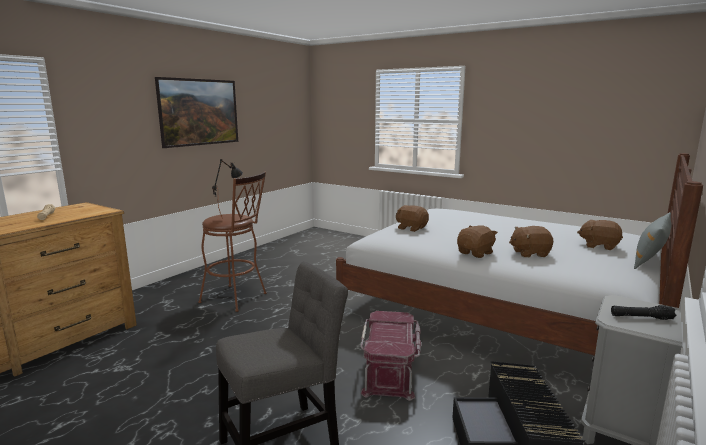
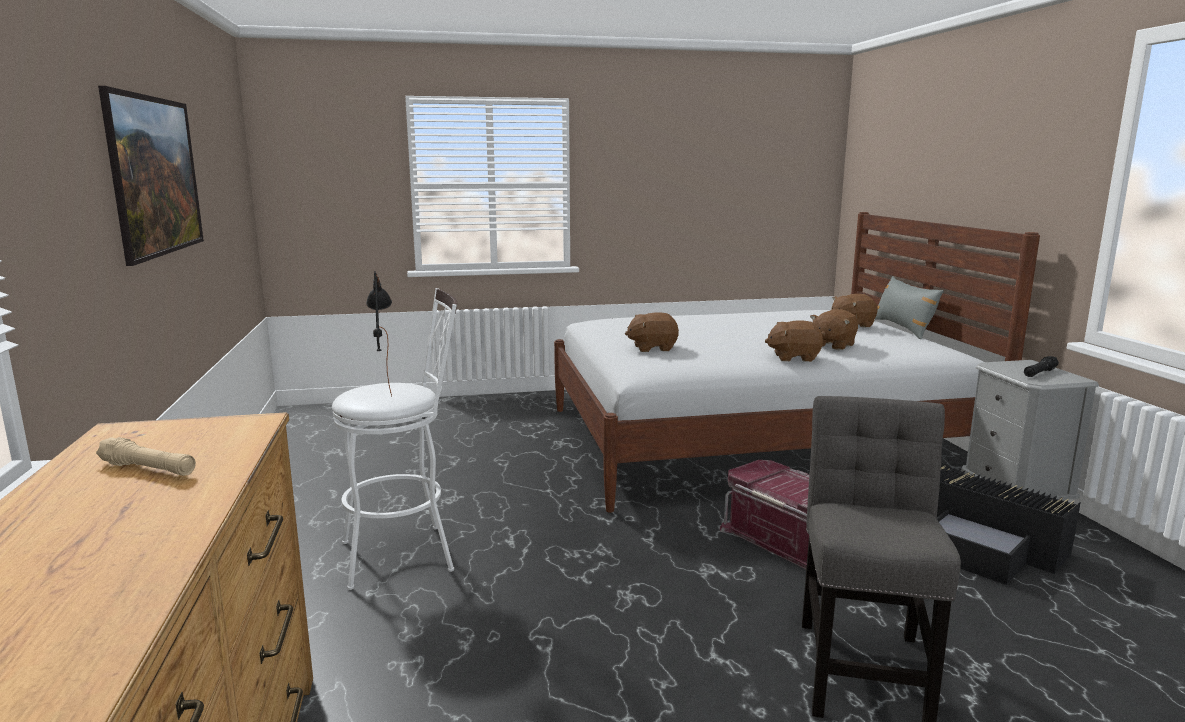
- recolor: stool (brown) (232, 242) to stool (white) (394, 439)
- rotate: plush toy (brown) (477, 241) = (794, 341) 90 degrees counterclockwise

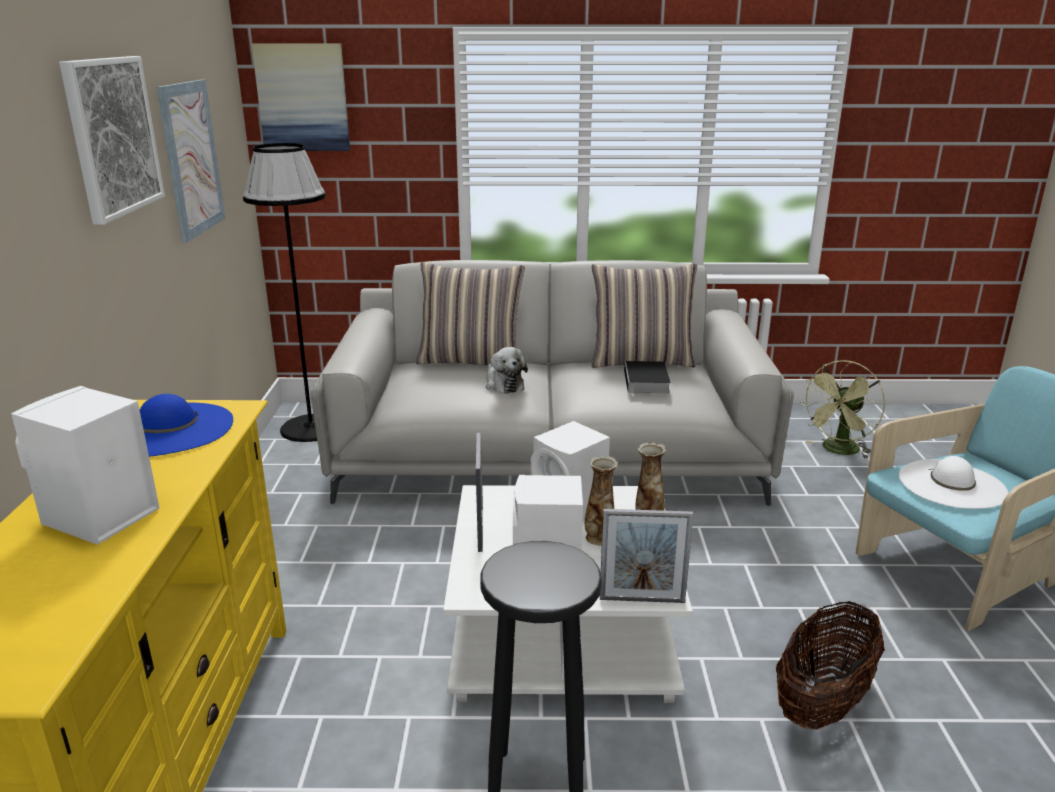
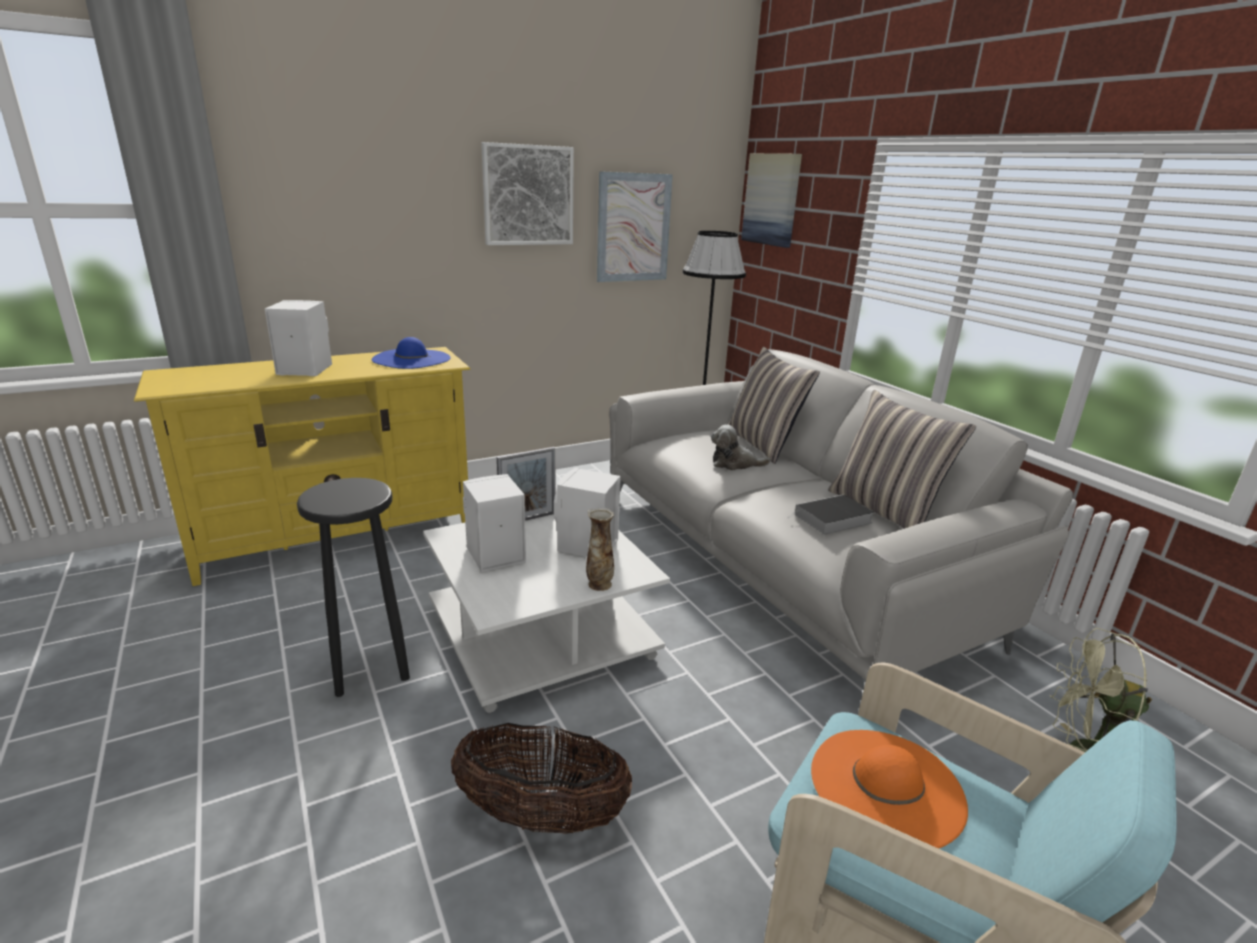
- delete: vase (601, 500)
- delete: picture frame (646, 556)
- recolor: hat (white) (953, 482) to hat (orange) (889, 789)
- rotate: plush toy (507, 370) = (741, 447) 60 degrees clockwise

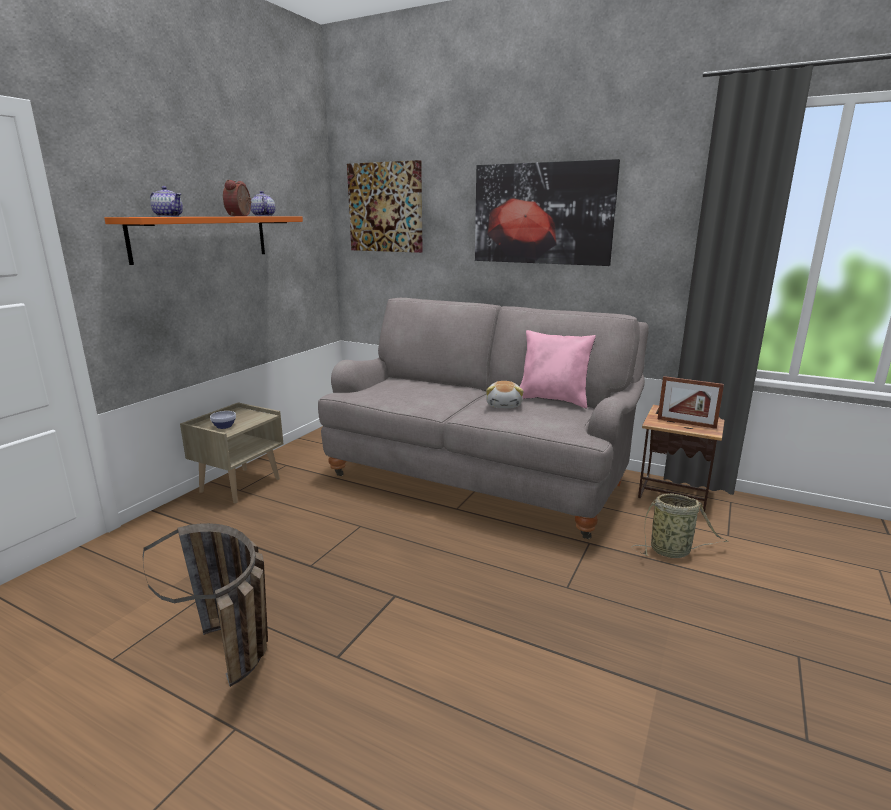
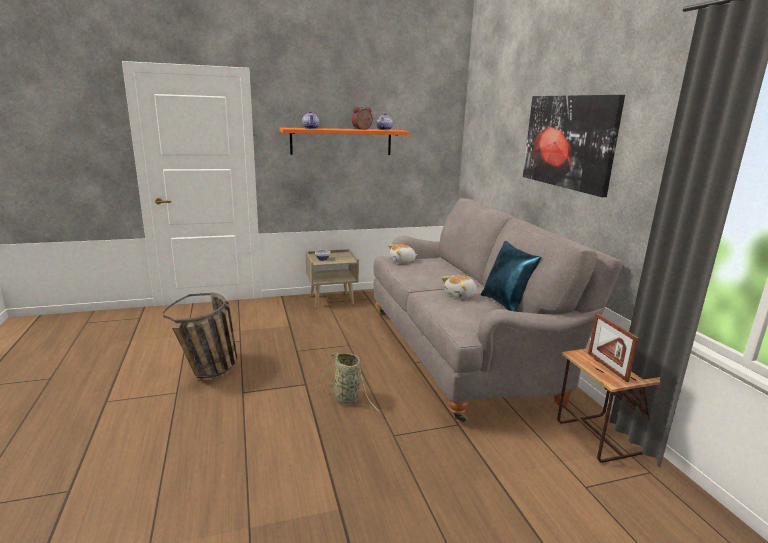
- delete: picture (385, 206)
- insert: plush toy (402, 253)
- move: basket (680, 525) to (348, 381)
- recolor: pillow (pink) (558, 369) to pillow (blue) (511, 276)

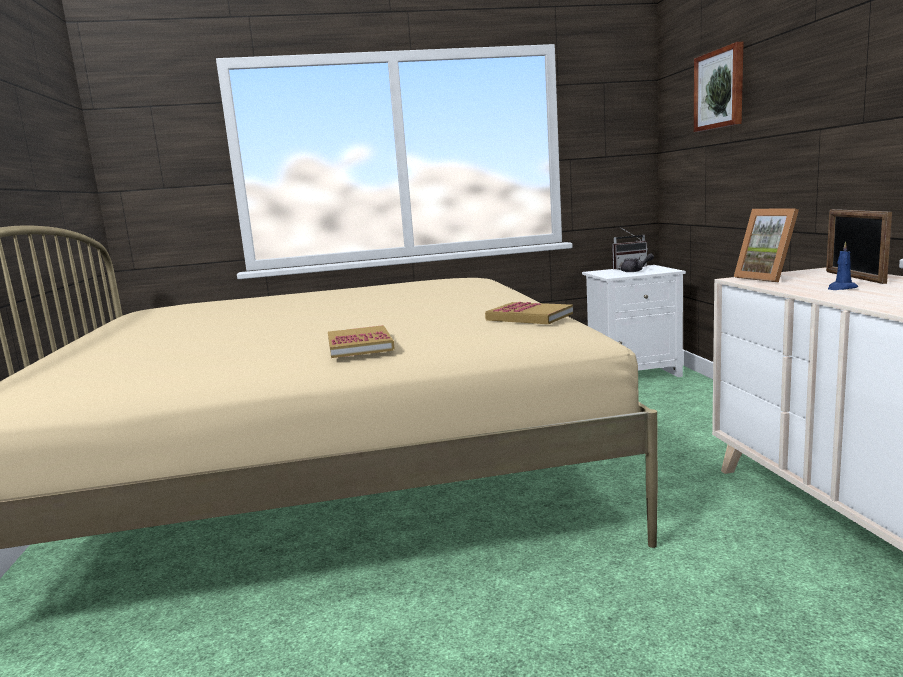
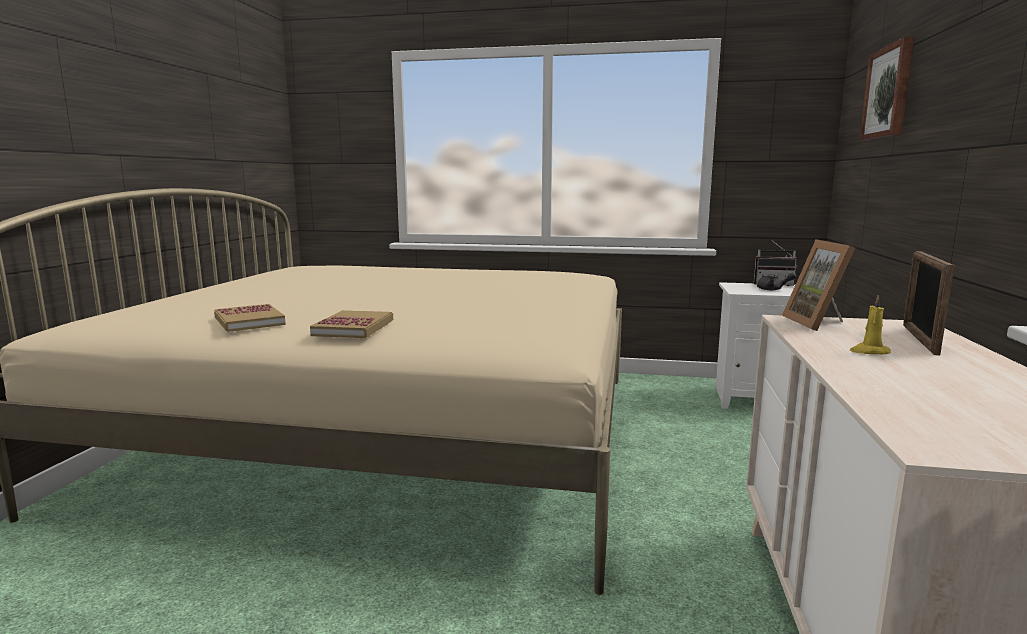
- move: book (529, 313) to (250, 318)
- recolor: candle (blue) (843, 265) to candle (yellow) (870, 324)

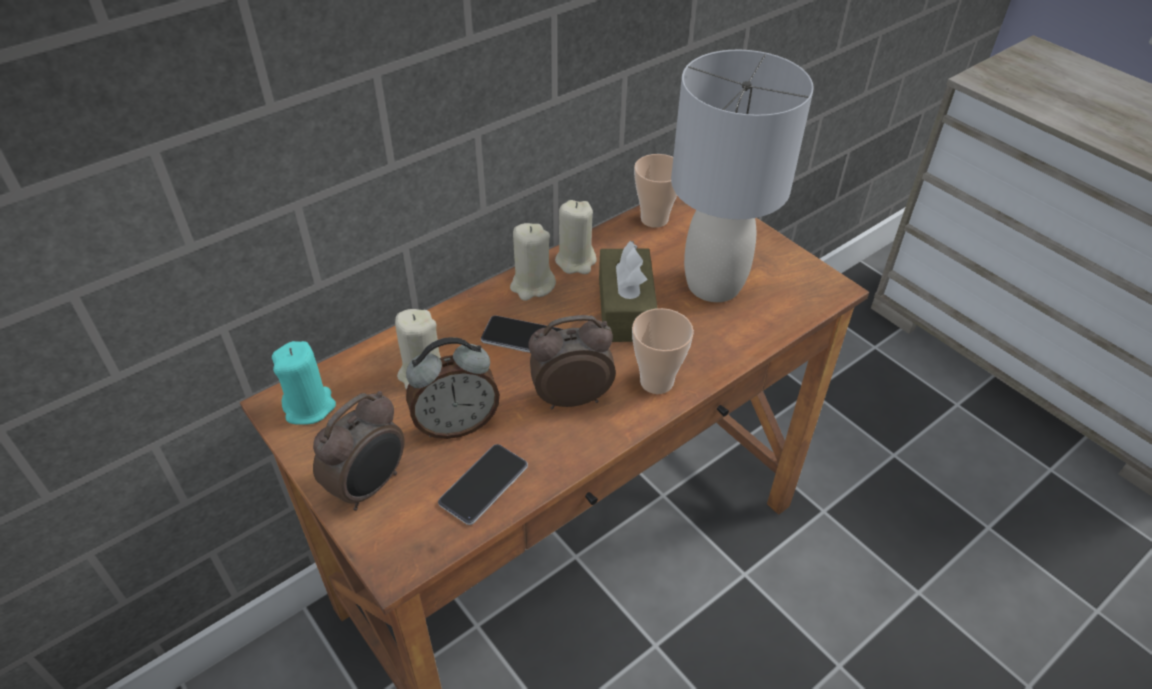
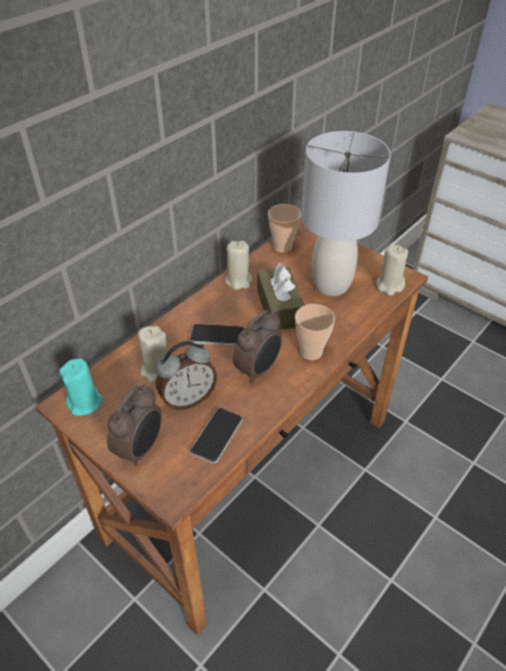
- move: candle (beige) (533, 262) to (392, 270)
- rotate: alarm clock (572, 362) = (257, 346) 150 degrees clockwise

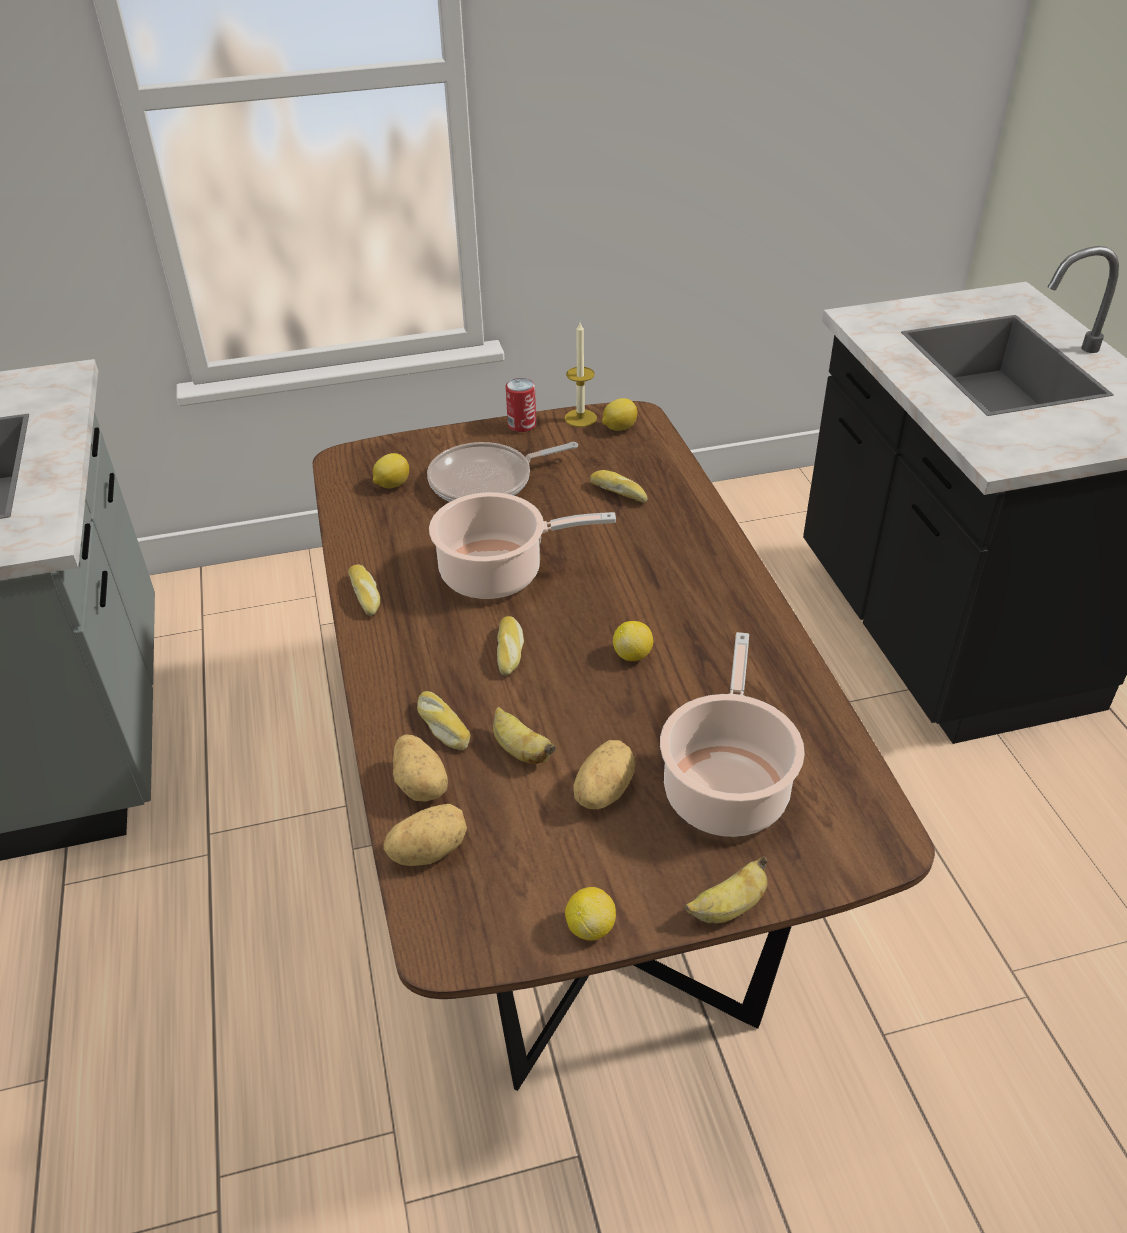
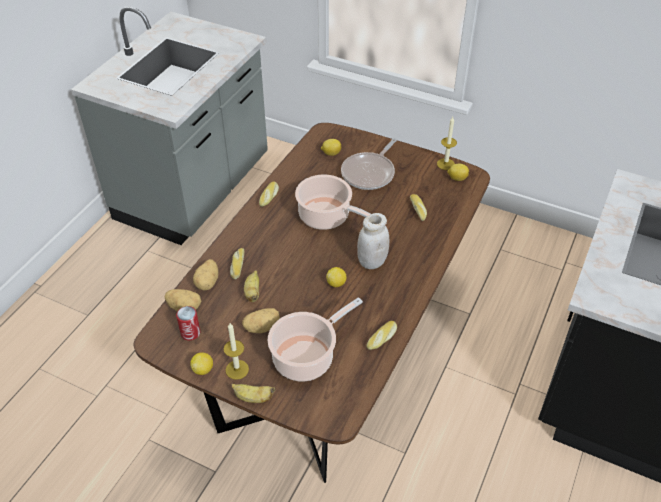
- insert: candle (236, 351)
- insert: jar (white) (373, 241)
- move: bread (510, 646) to (381, 335)
- move: can (521, 405) to (188, 323)
- rotate: frying pan (502, 472) = (369, 164) 75 degrees counterclockwise

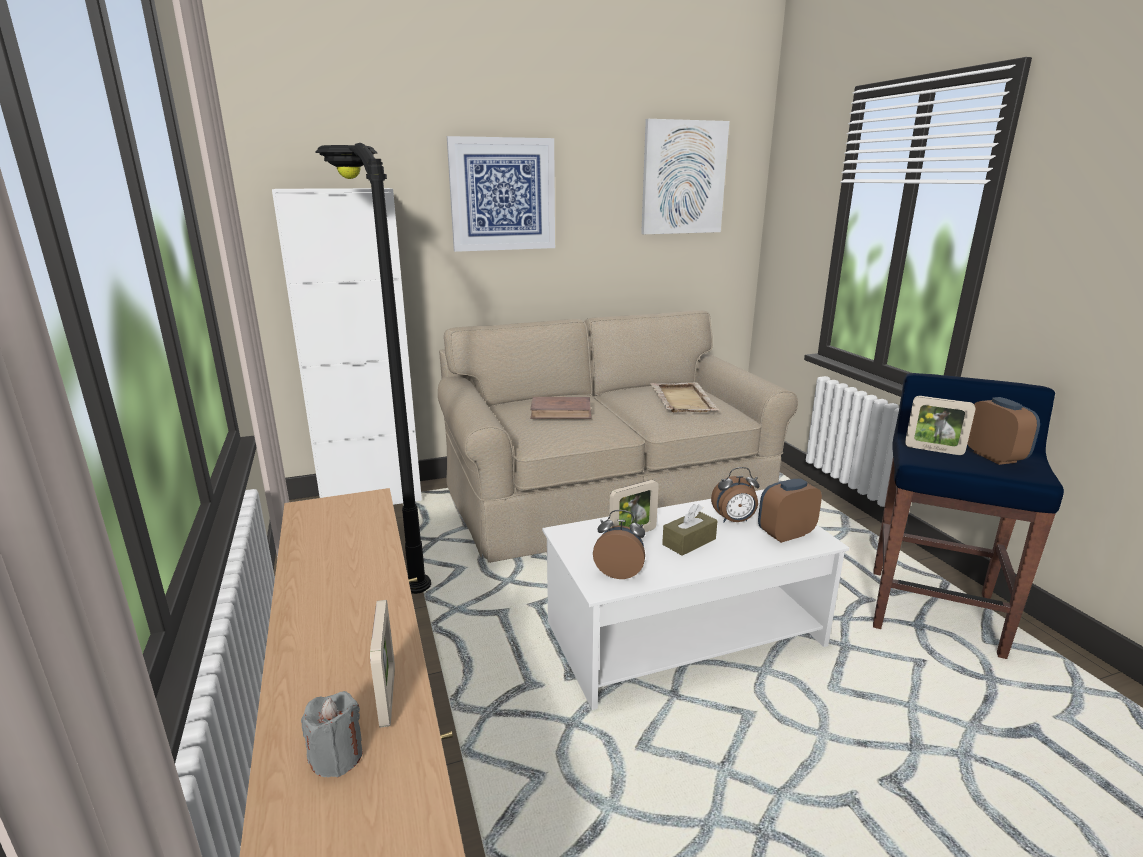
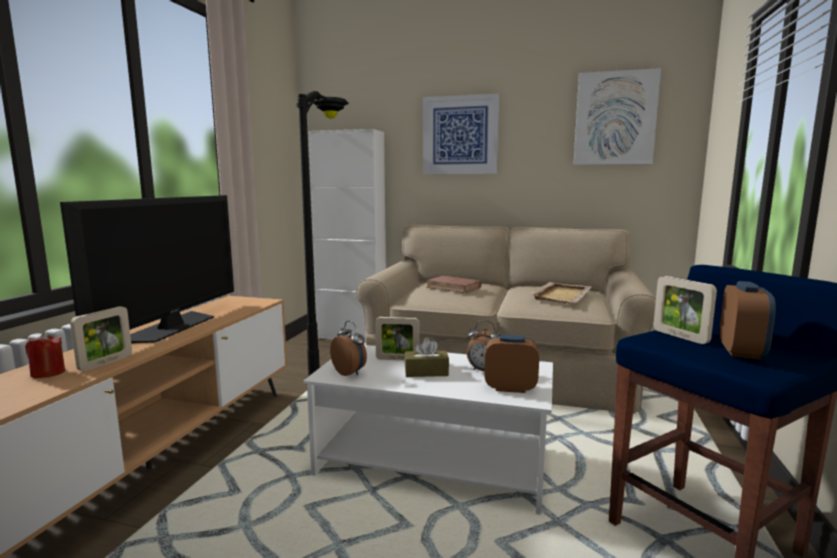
- insert: television (147, 269)
- recolor: candle (grey) (331, 734) to candle (red) (45, 355)

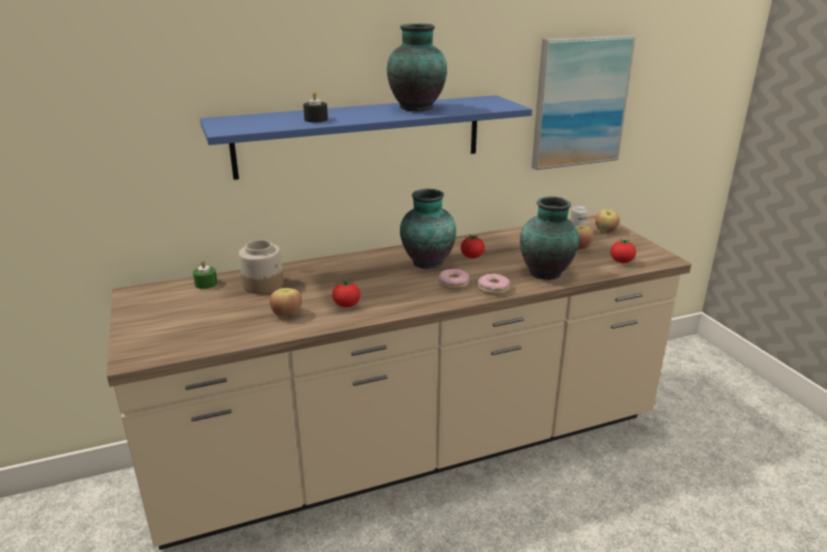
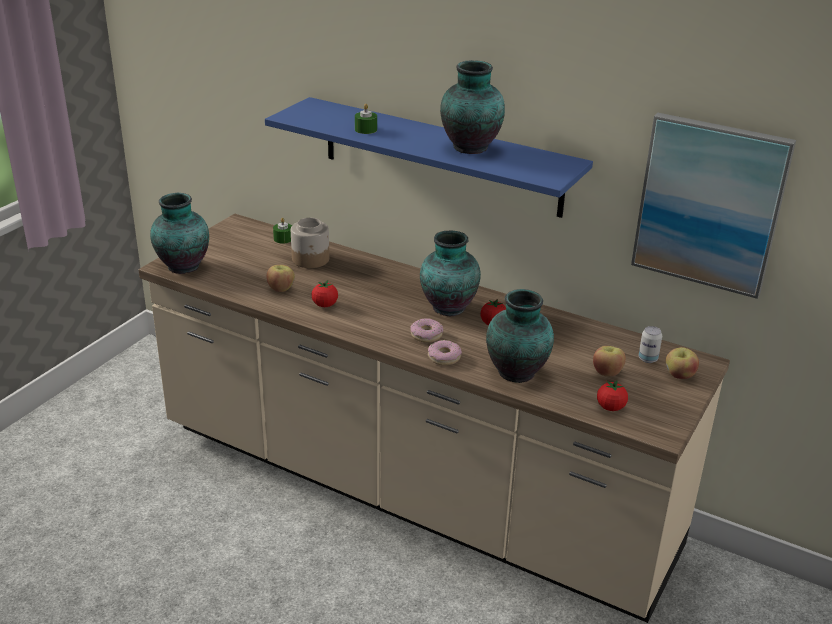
- insert: vase (179, 233)
- recolor: candle (black) (315, 106) to candle (green) (366, 119)

